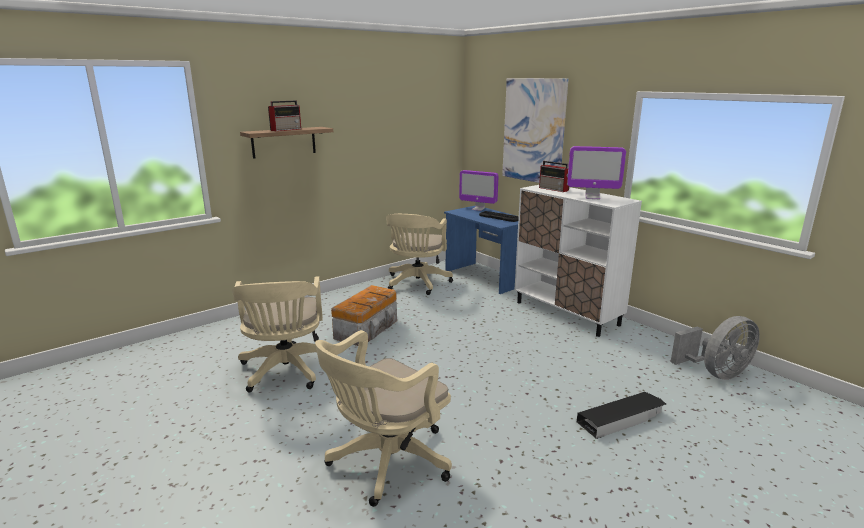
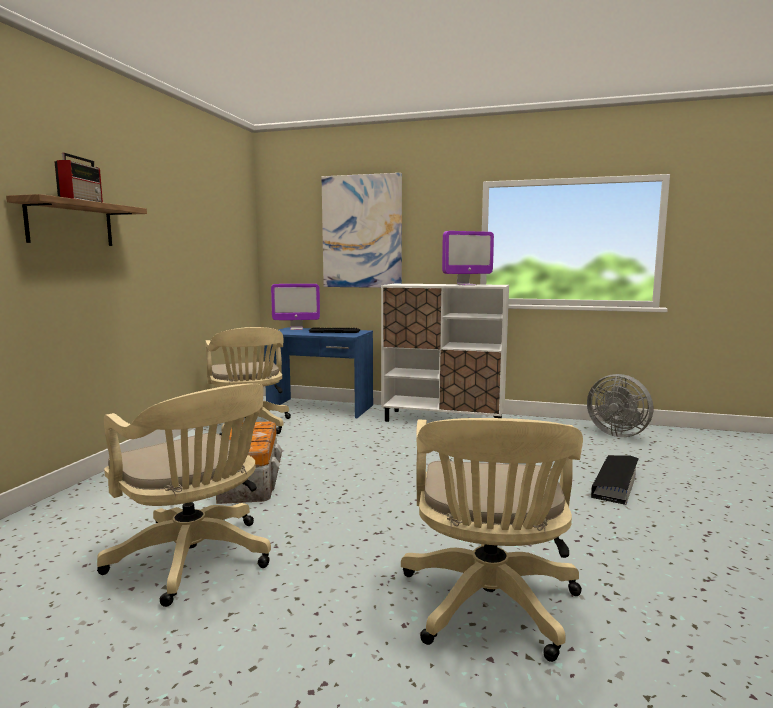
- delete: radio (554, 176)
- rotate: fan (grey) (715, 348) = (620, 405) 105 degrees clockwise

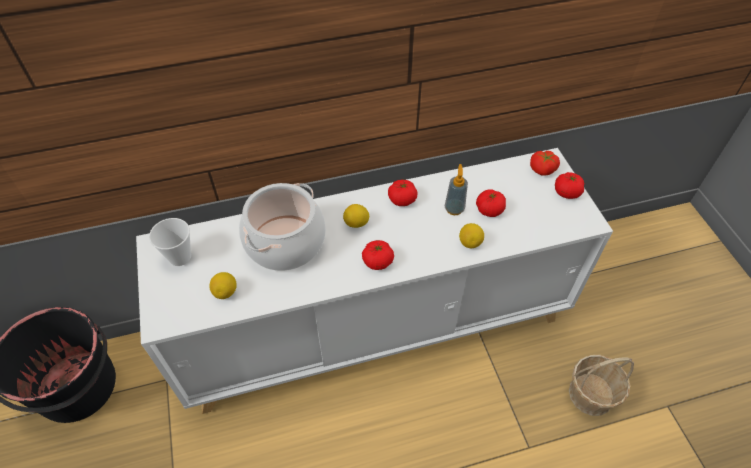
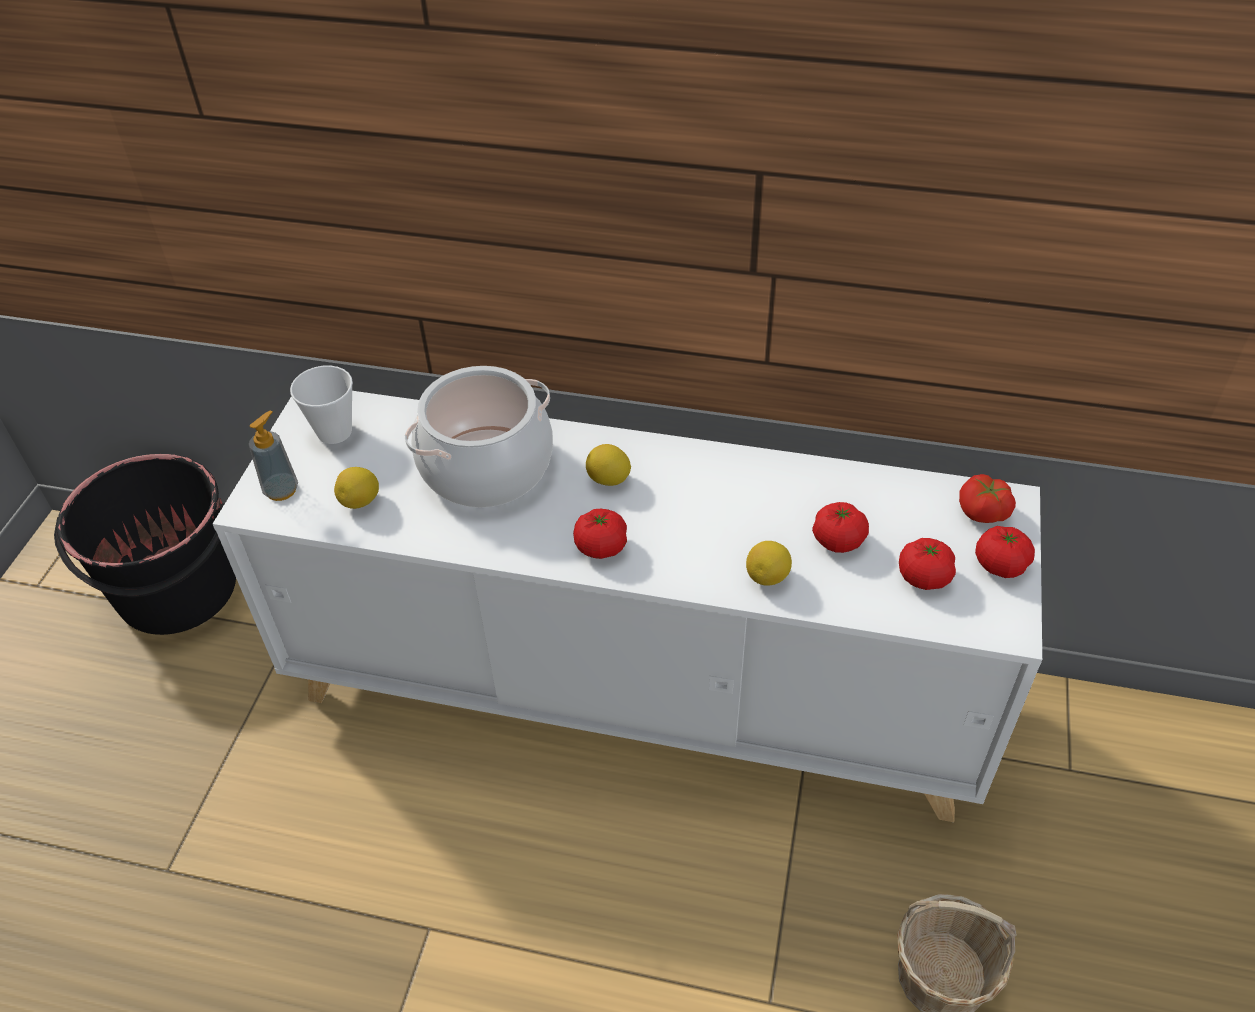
- move: tomato (402, 193) to (927, 564)
- move: soap dispenser (456, 189) to (273, 455)

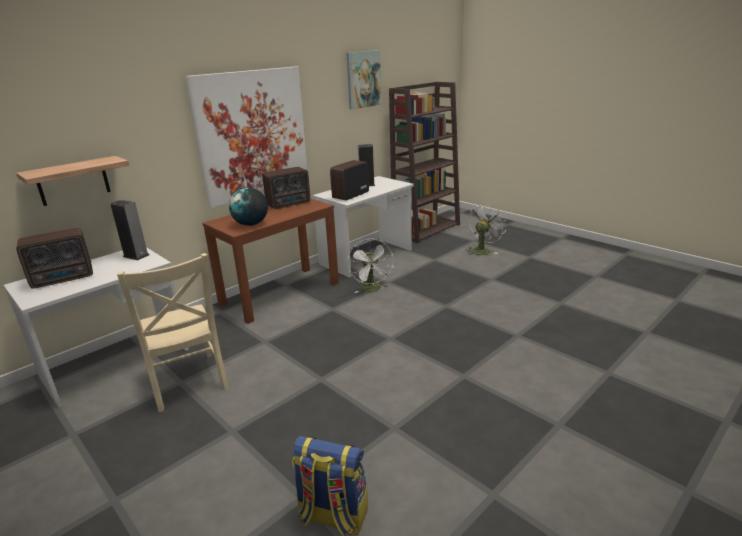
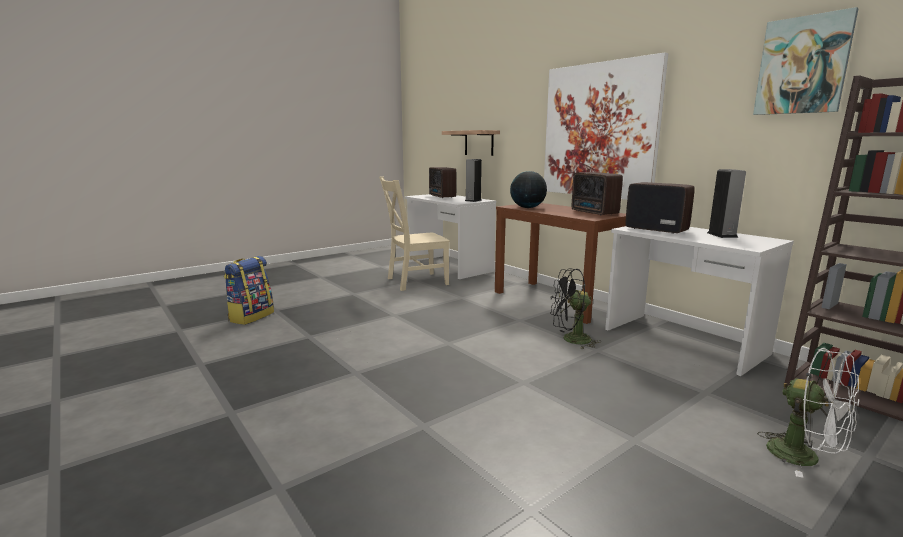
- recolor: fan (white) (370, 266) to fan (black) (575, 309)

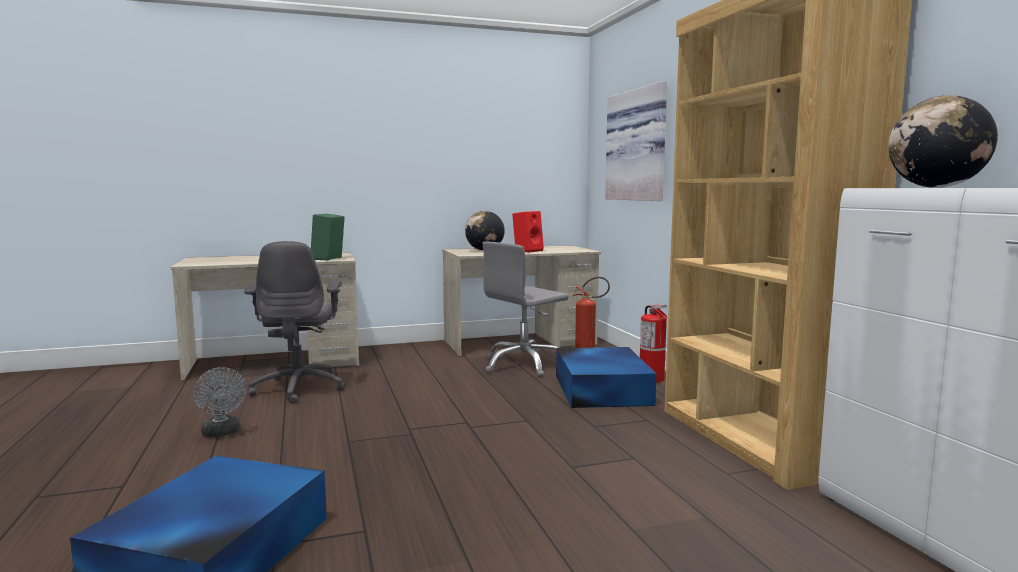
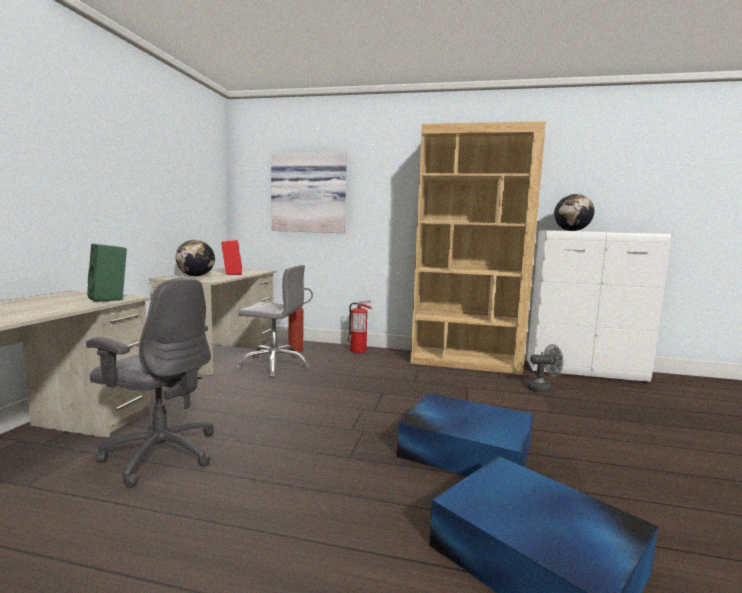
- move: fan (grey) (219, 402) to (544, 368)
- move: storage box (blue) (606, 377) to (465, 435)
- rotate: office chair (grey) (525, 309) = (273, 321) 75 degrees counterclockwise

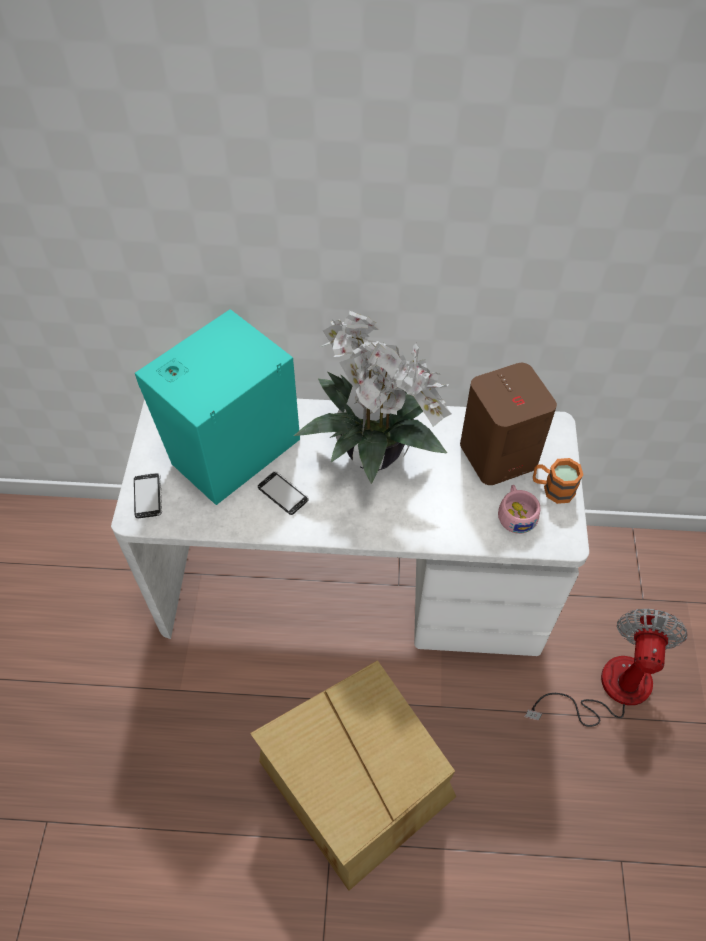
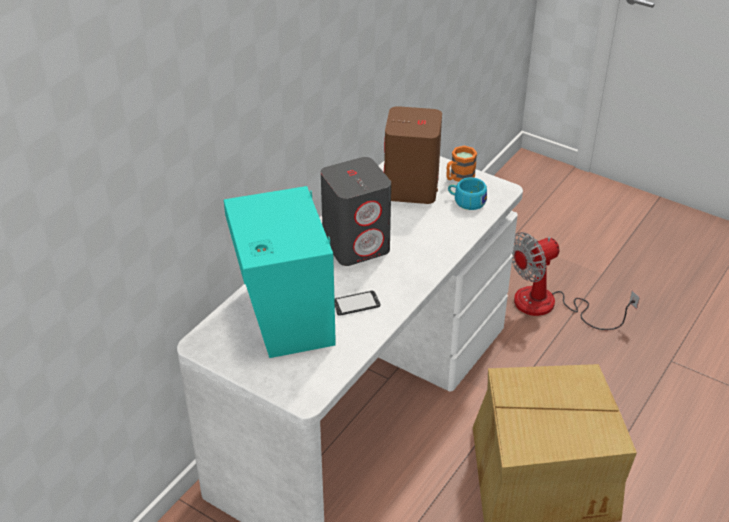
- delete: phone (148, 495)
- replace: potted plant (372, 397) to speaker (grey) (356, 211)
- recolor: cup (pink) (519, 509) to cup (turquoise) (467, 193)
- rotate: fan (606, 668) = (576, 281) 75 degrees counterclockwise

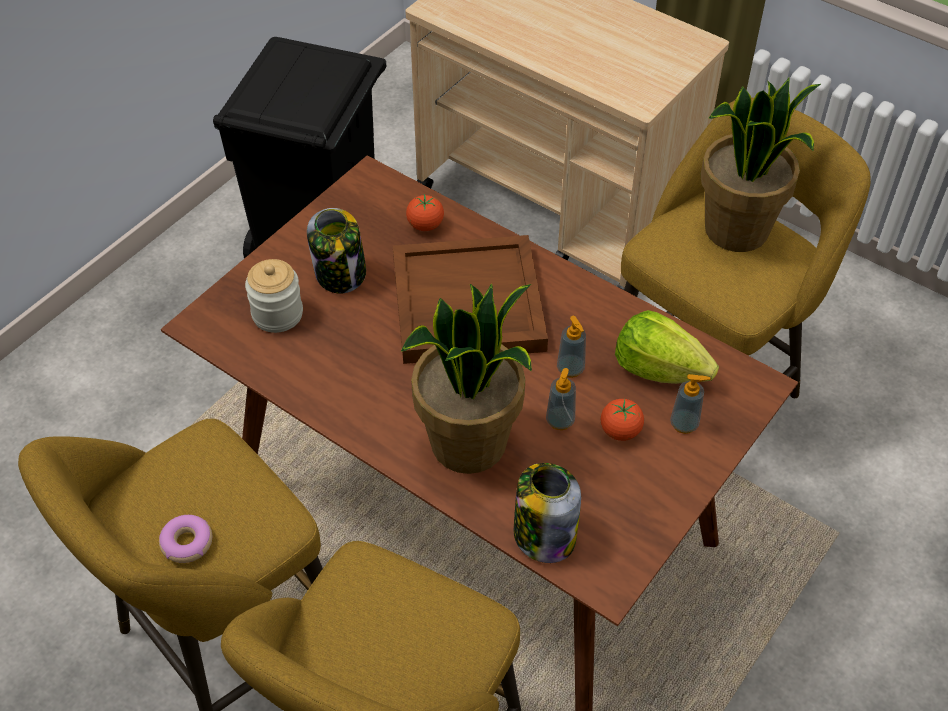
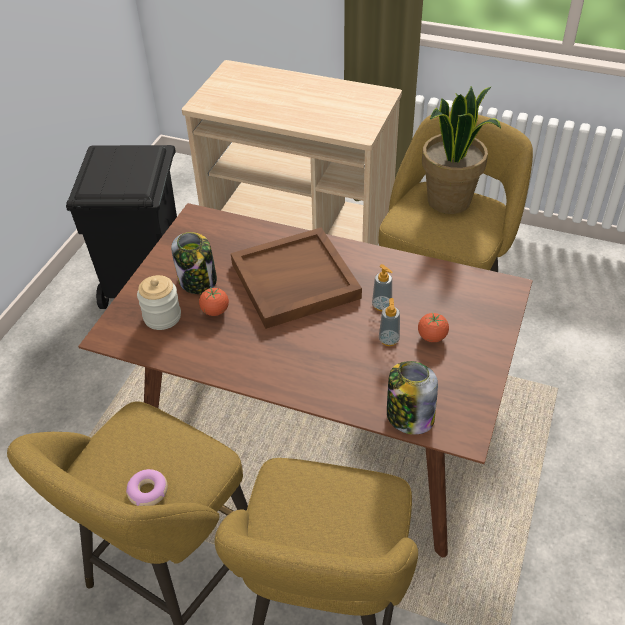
- delete: potted plant (466, 379)
- delete: lettuce (667, 347)
- delete: soap dispenser (690, 404)
- move: tomato (425, 213) to (214, 302)

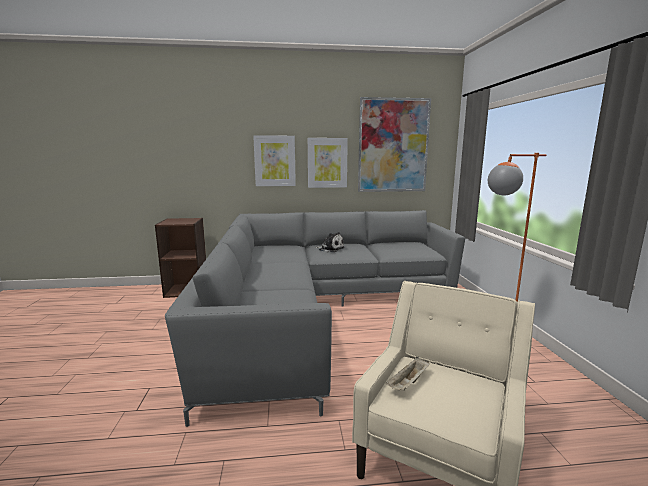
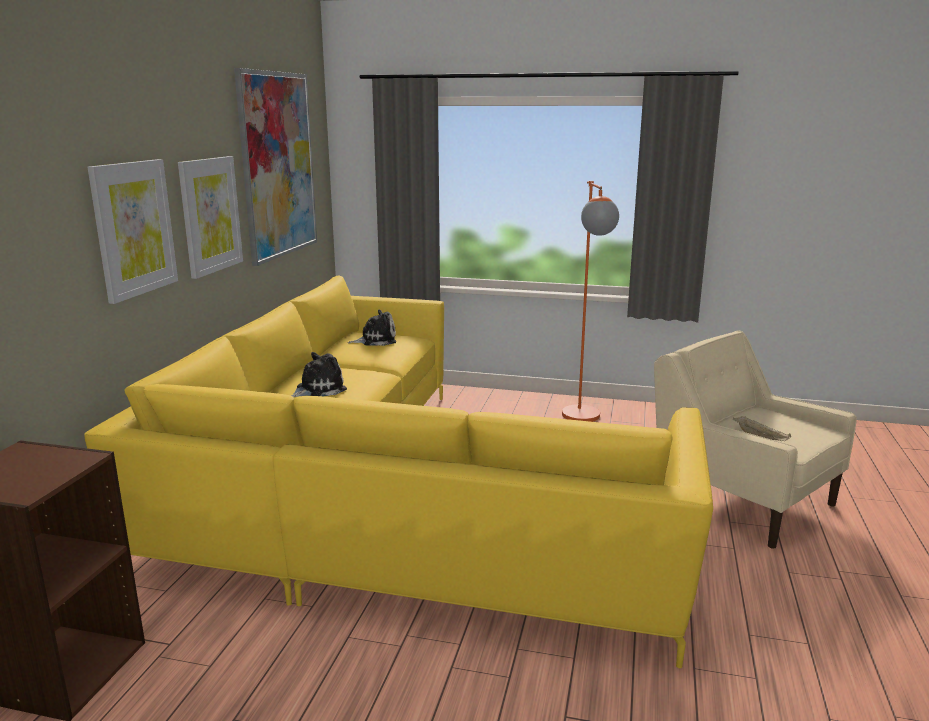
- insert: plush toy (372, 328)
- recolor: sofa (grey) (315, 318) to sofa (yellow) (399, 471)

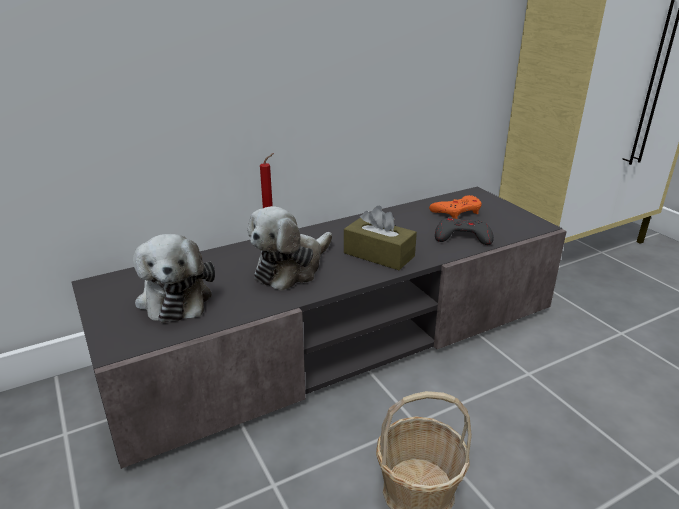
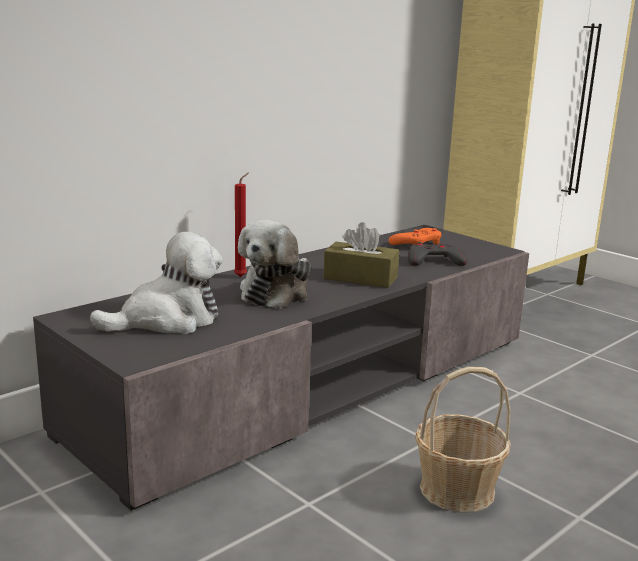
- rotate: plush toy (174, 278) = (156, 283) 90 degrees counterclockwise

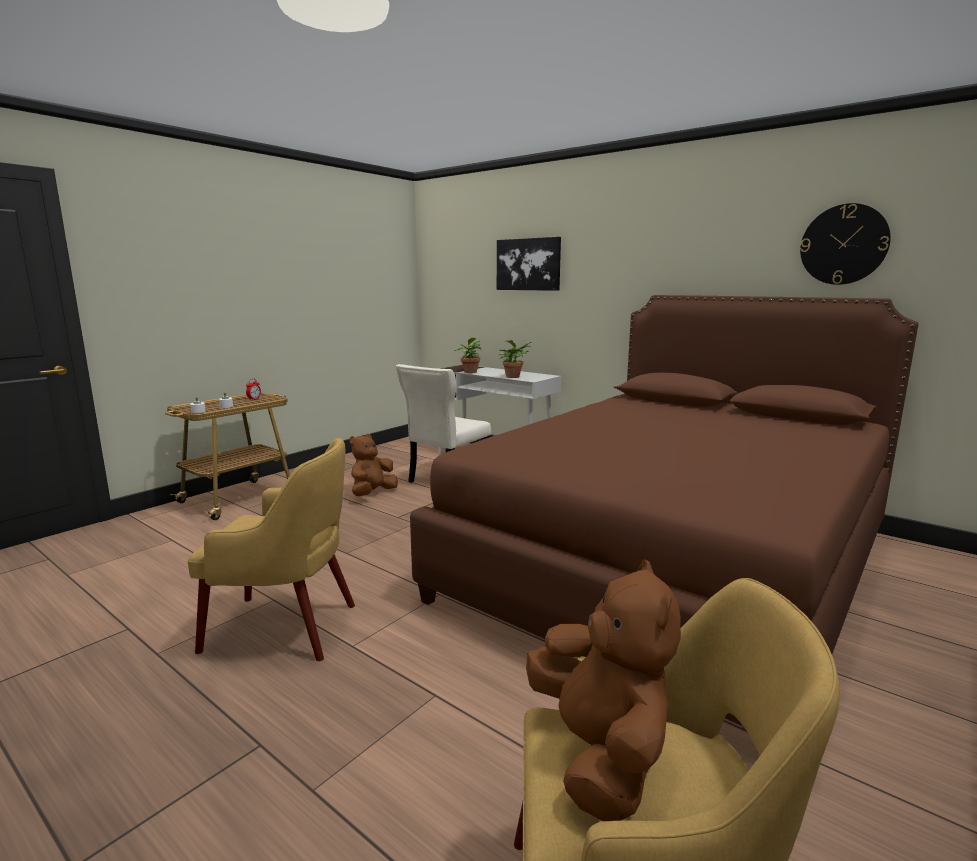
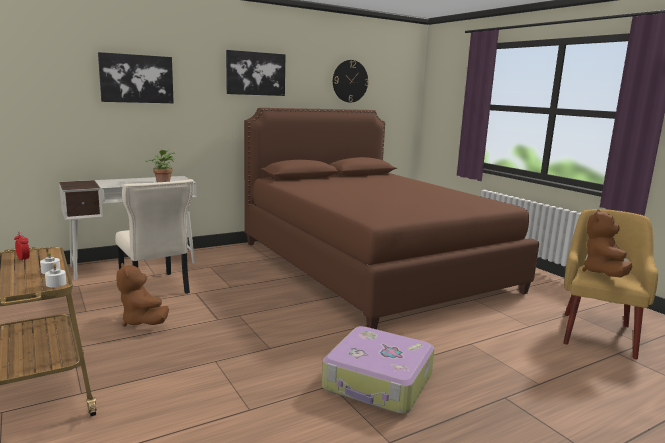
- delete: potted plant (467, 355)
- insert: picture (255, 73)
- replace: armchair (yellow) (271, 549) to suitcase (378, 370)
- rotate: plush toy (brown) (603, 690) = (607, 243) 75 degrees counterclockwise

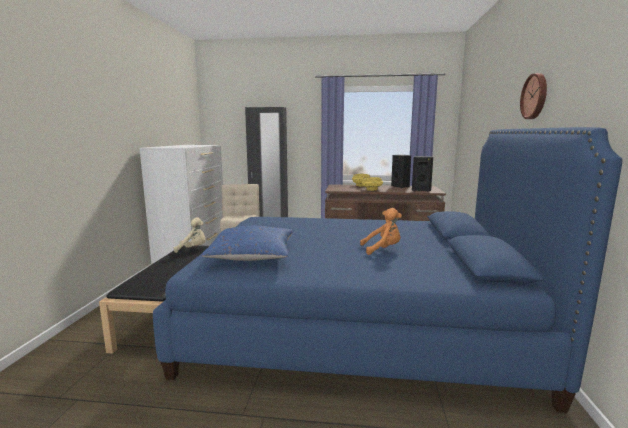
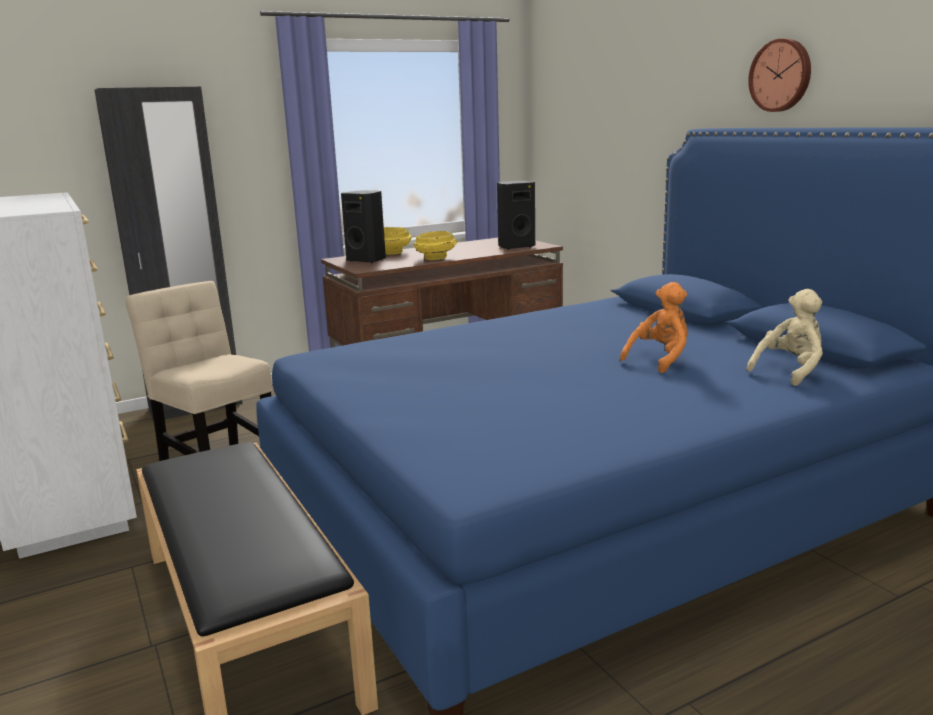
- delete: pillow (blue) (247, 243)
- move: plush toy (beige) (190, 235) to (785, 337)
- move: speaker (black) (401, 171) to (363, 226)

